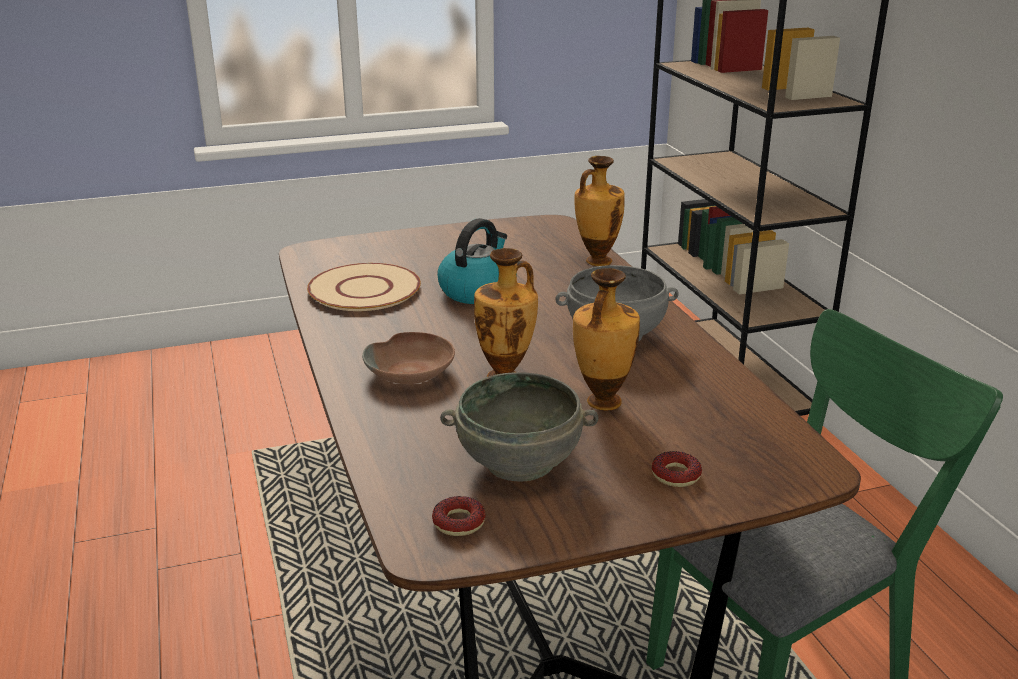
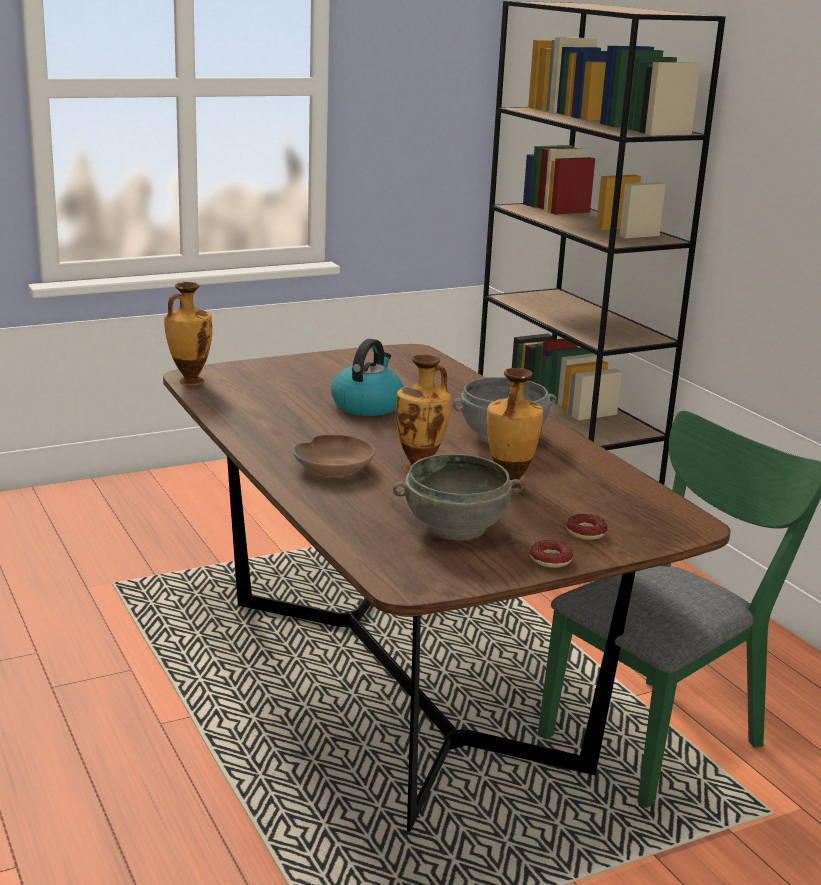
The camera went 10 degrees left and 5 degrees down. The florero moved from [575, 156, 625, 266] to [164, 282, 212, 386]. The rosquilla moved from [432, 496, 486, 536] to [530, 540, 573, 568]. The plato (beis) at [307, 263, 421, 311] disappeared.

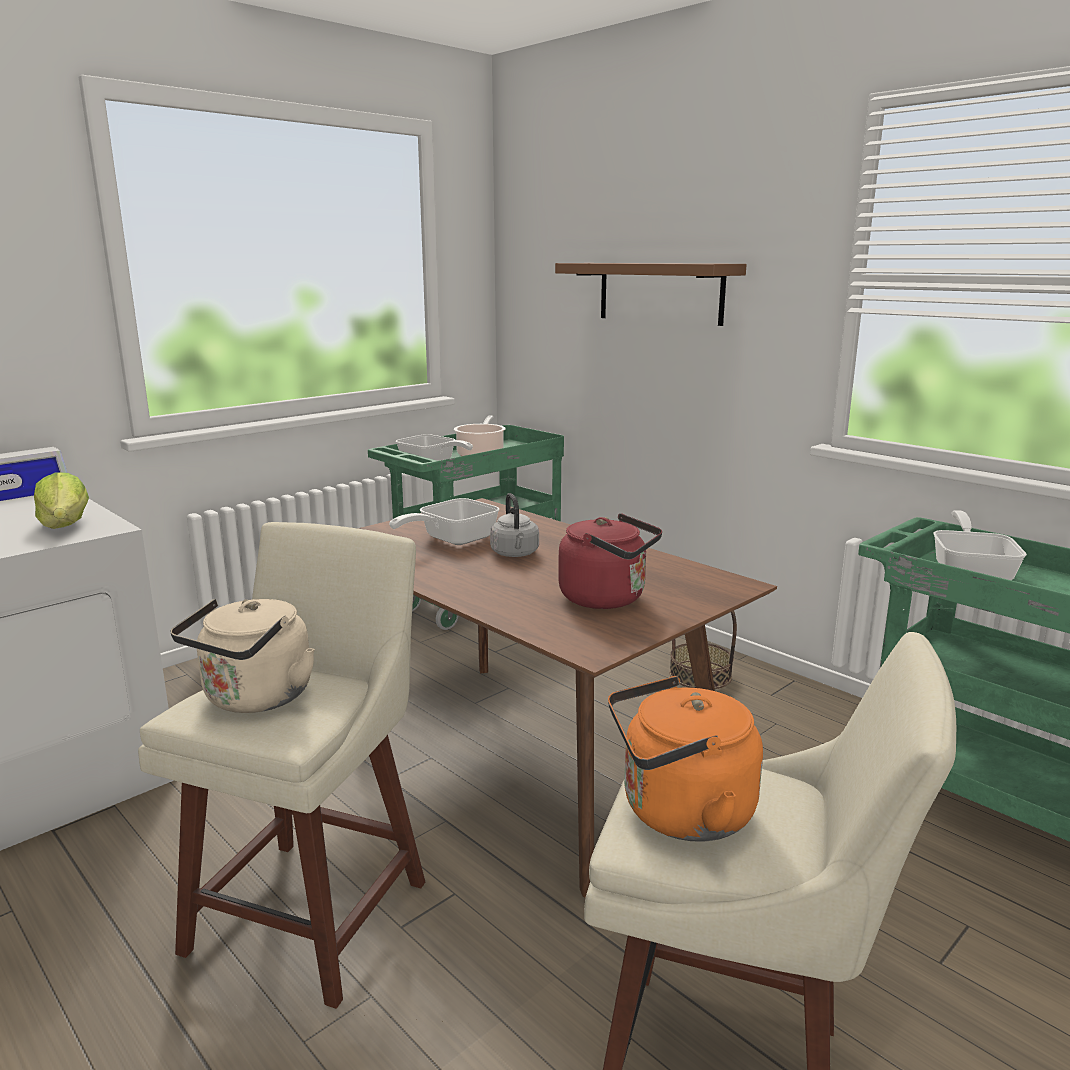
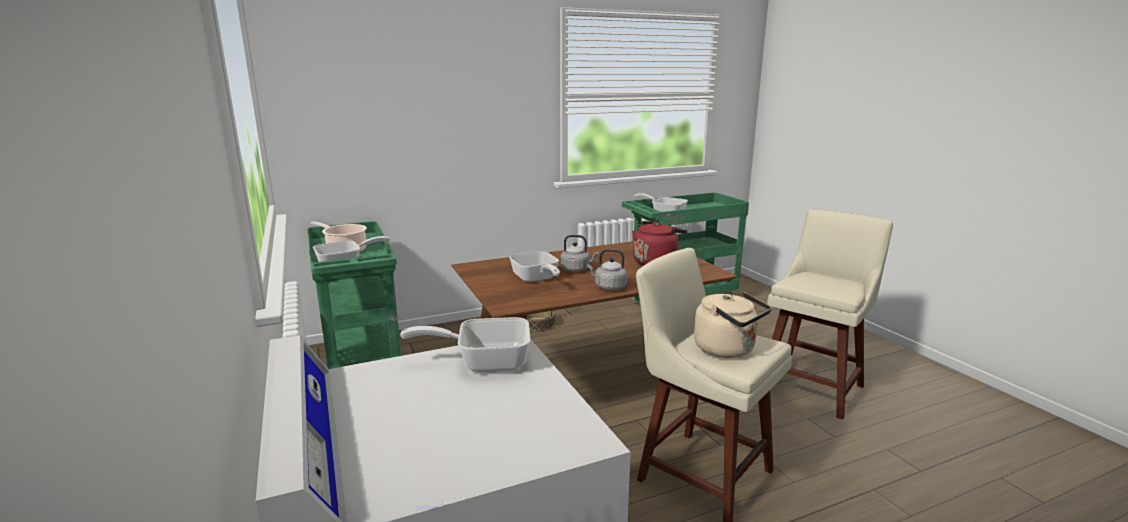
The camera went 70 degrees left and 0 degrees up. The lechuga at [34, 472, 89, 529] was replaced by the sartén at [400, 317, 531, 372]. The hervidor (gris) at [587, 249, 627, 290] appeared. The estante (marrón) at [555, 263, 747, 326] disappeared. The hervidor (naranja) at [608, 676, 763, 842] disappeared.

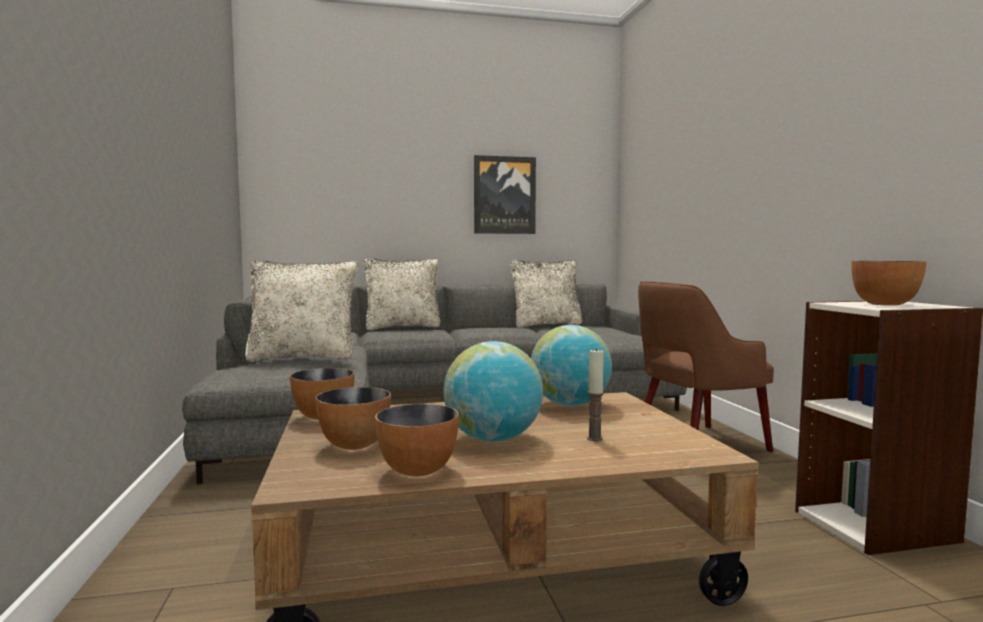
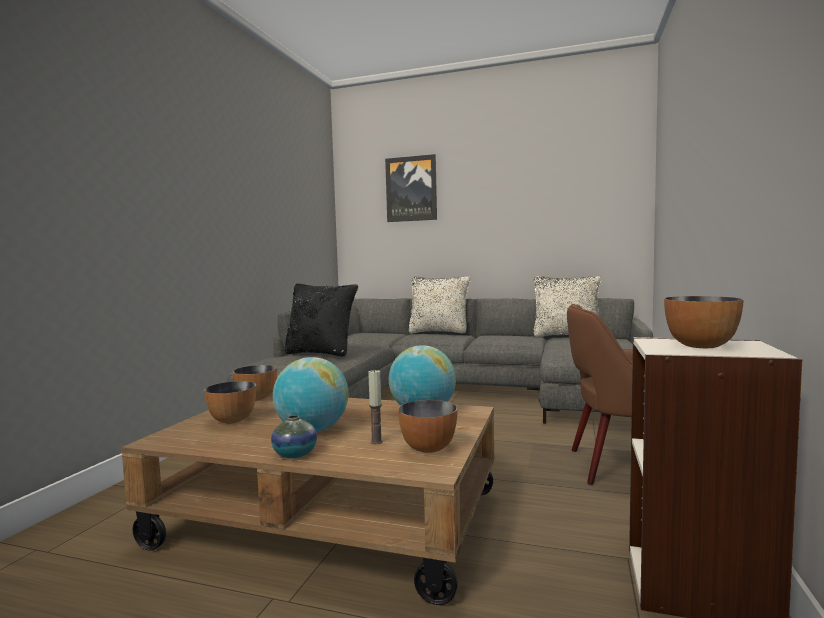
The camera went 30 degrees right and 0 degrees up. The florero at [271, 415, 317, 458] appeared. The cojín (beis) at [246, 260, 358, 362] became the cojín (negro) at [284, 284, 358, 357]. The cuadro moved from [474, 155, 536, 234] to [385, 154, 437, 222]. The cuenco moved from [375, 404, 459, 477] to [398, 400, 458, 453].

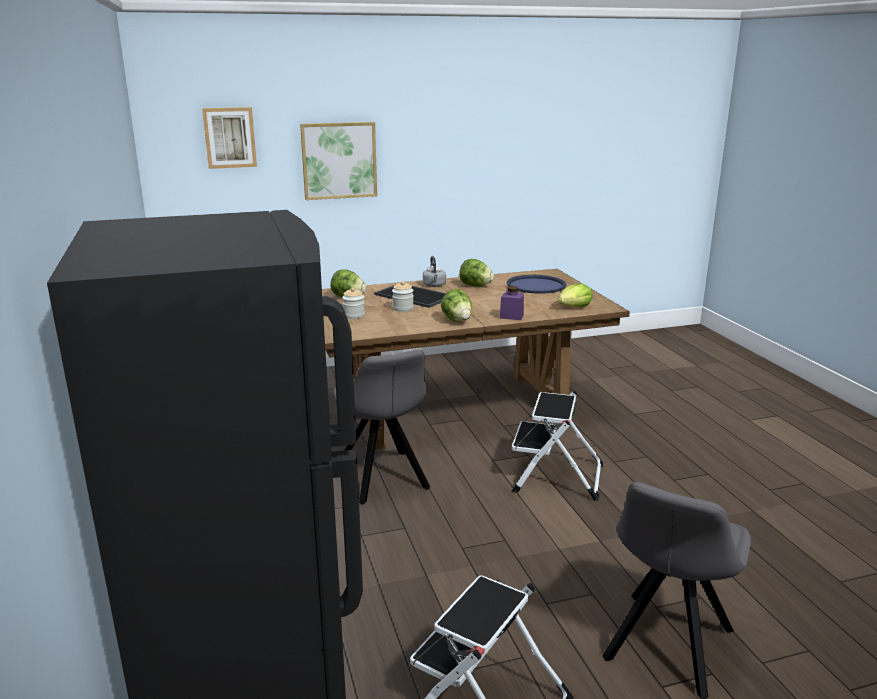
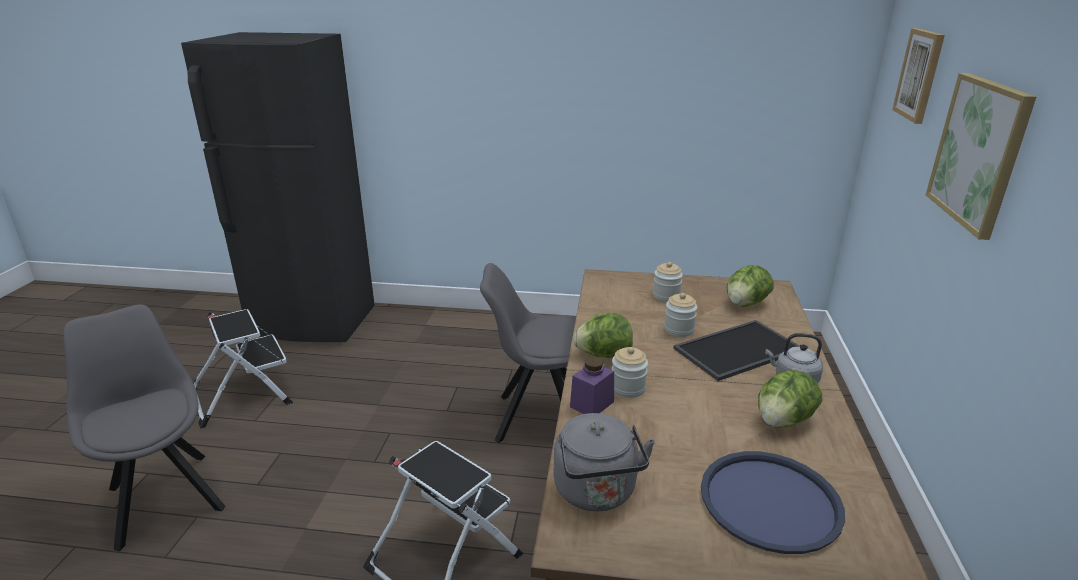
The camera went 115 degrees right and 5 degrees up. The lechuga at [558, 284, 593, 307] was replaced by the hervidor (gris) at [554, 413, 655, 512]. The tarro at [612, 347, 648, 398] appeared.

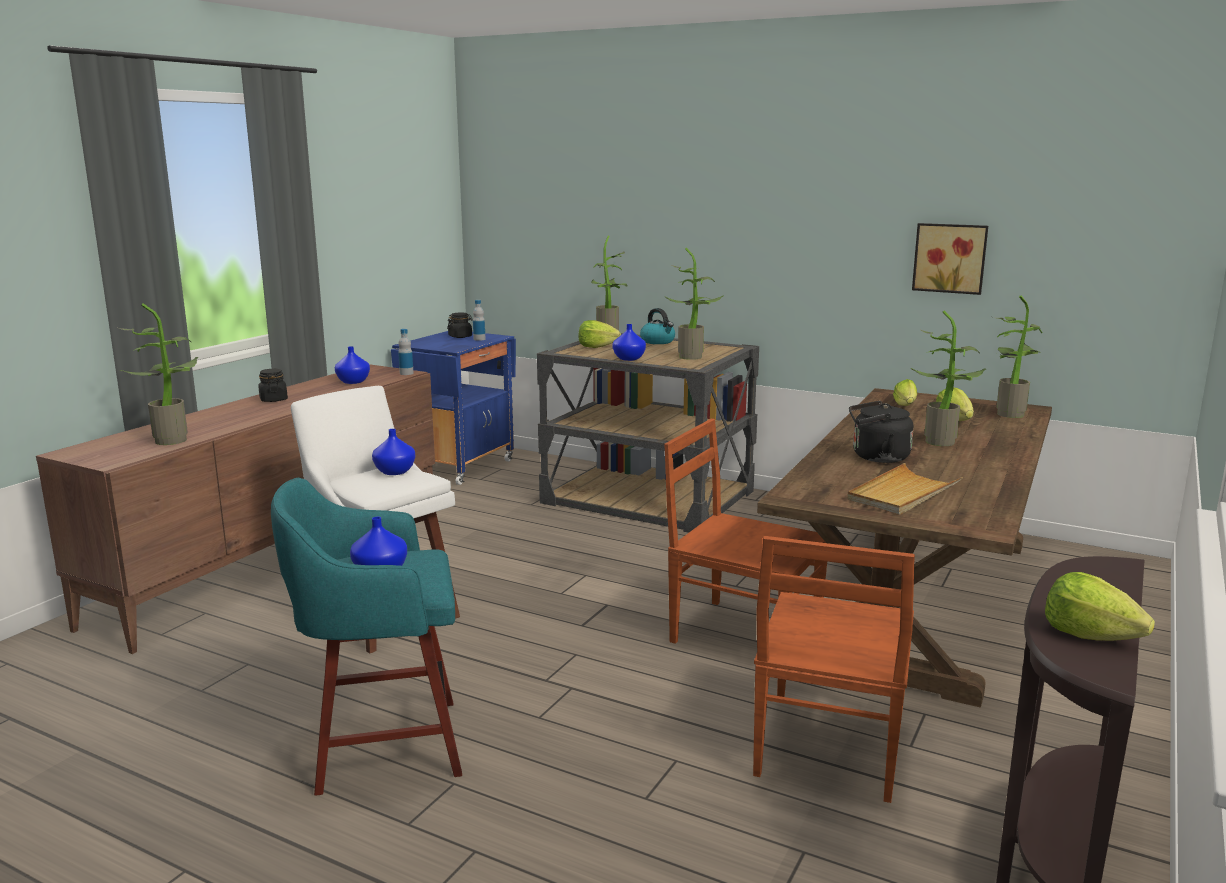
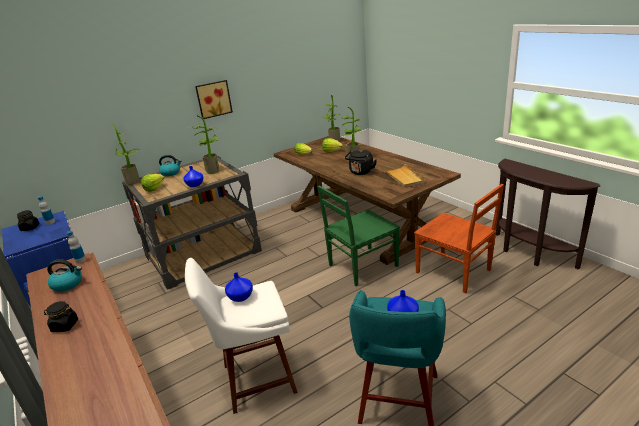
The camera went 60 degrees left and 10 degrees up. The florero (azul) at [335, 346, 370, 384] was replaced by the hervidor at [47, 259, 82, 292]. The cuadro moved from [912, 223, 988, 295] to [195, 80, 233, 119]. The silla (marrón) at [664, 418, 827, 644] became the silla (verde) at [317, 186, 400, 286]. The planta en maceta at [119, 303, 198, 445] disappeared. The lechuga at [1045, 572, 1155, 641] disappeared.

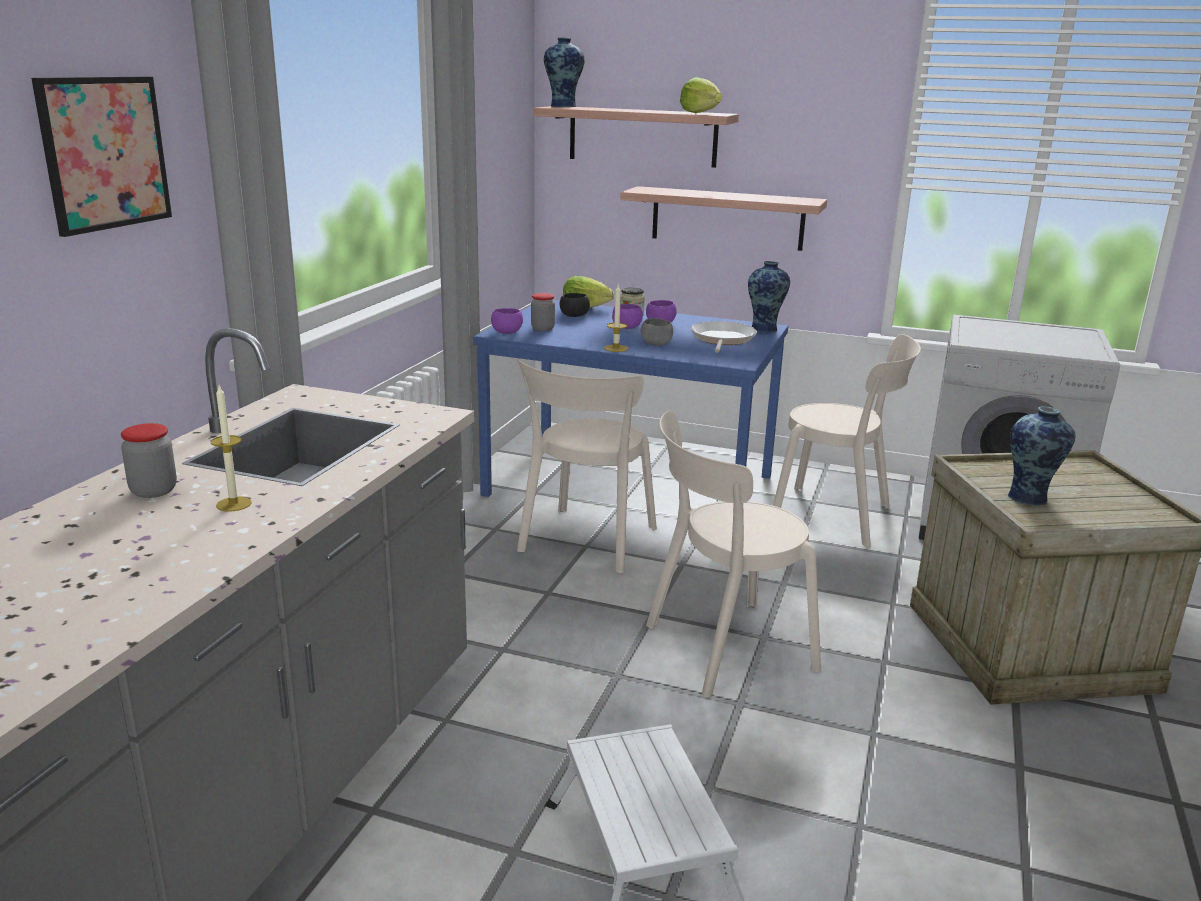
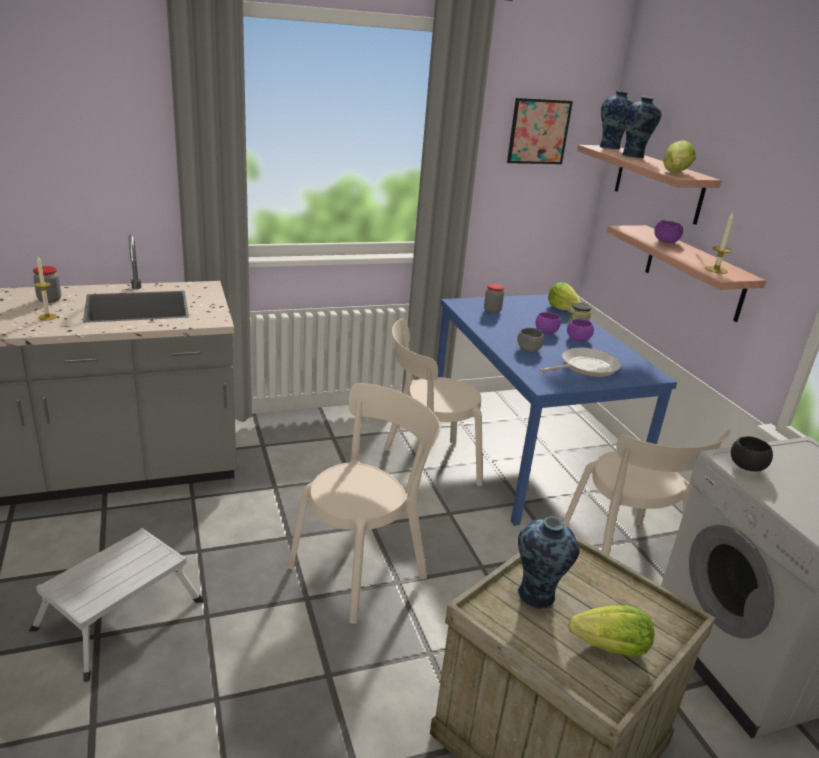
The camera went 50 degrees right and 5 degrees up. The silla (beis) at [646, 411, 821, 698] turned 105 degrees clockwise. The cuadro moved from [31, 77, 172, 237] to [507, 98, 573, 164]. The lechuga at [568, 605, 654, 658] appeared. The florero moved from [748, 261, 790, 333] to [622, 96, 661, 158]. The cuenco (morado) moved from [491, 308, 523, 334] to [654, 220, 683, 243]. The vela moved from [604, 285, 628, 352] to [705, 212, 734, 274]. The cuenco (negro) moved from [559, 293, 590, 317] to [731, 436, 773, 472].

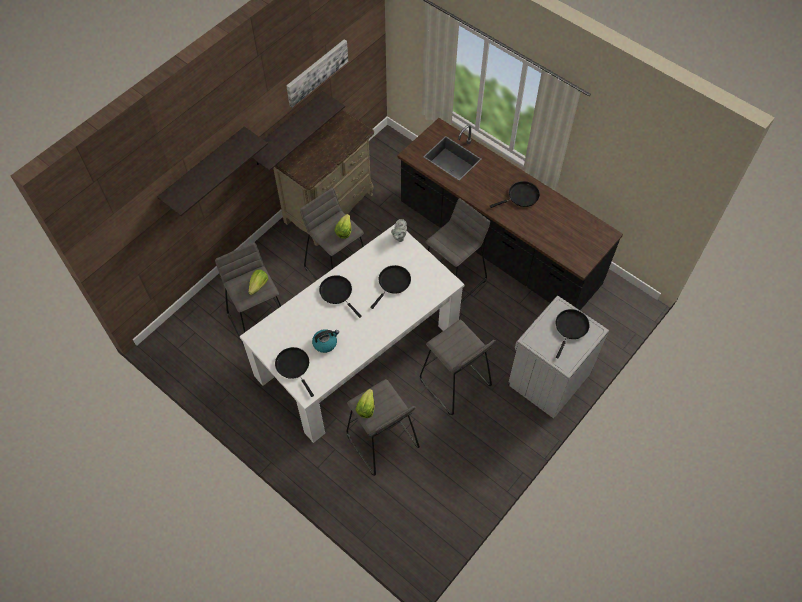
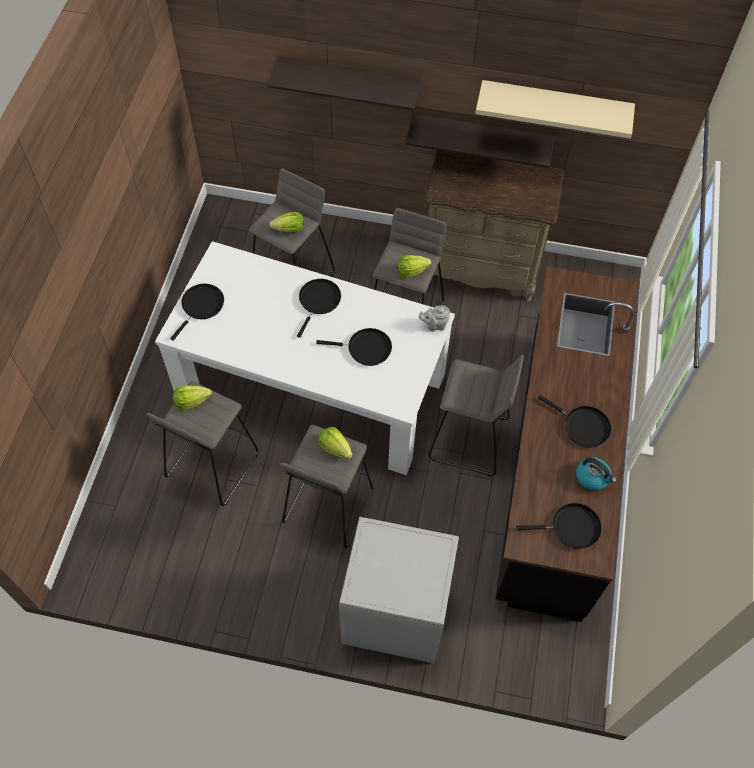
The camera went 60 degrees right and 0 degrees up. The lechuga at [319, 427, 353, 459] appeared. The cuadro at [286, 39, 348, 107] was replaced by the estante (beis) at [475, 80, 635, 139]. The sartén (negro) moved from [556, 309, 590, 359] to [516, 503, 602, 549]. The hervidor moved from [312, 329, 339, 353] to [576, 457, 617, 491].

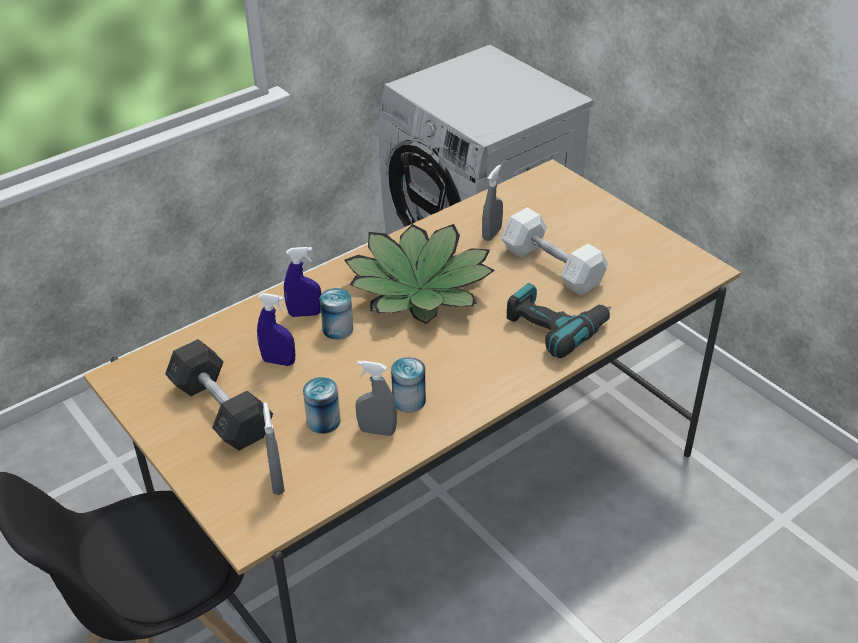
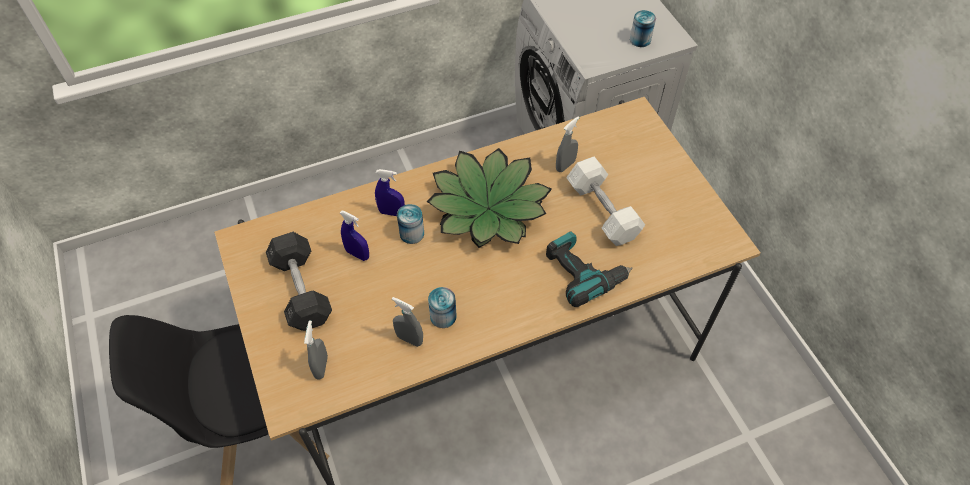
The camera went 15 degrees right and 15 degrees up. The lata moved from [303, 377, 341, 434] to [630, 10, 656, 47].

